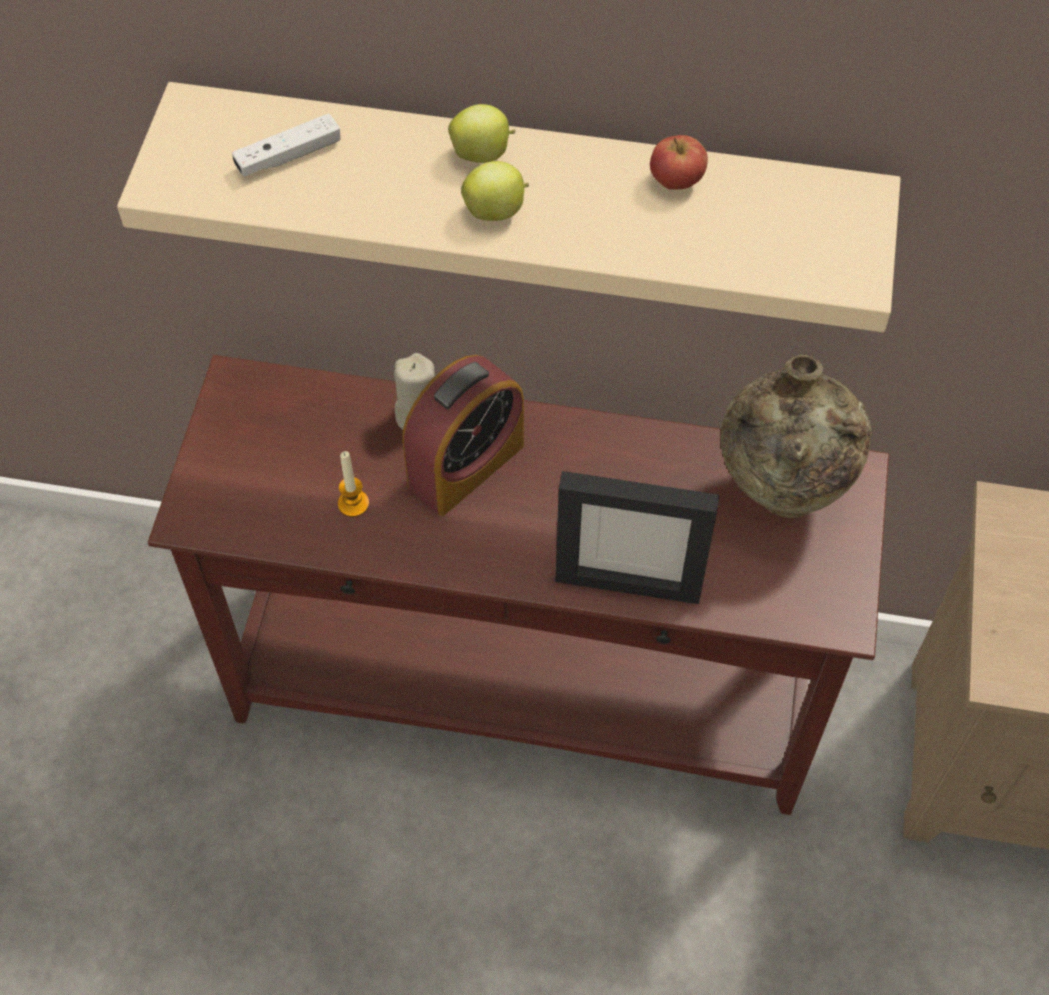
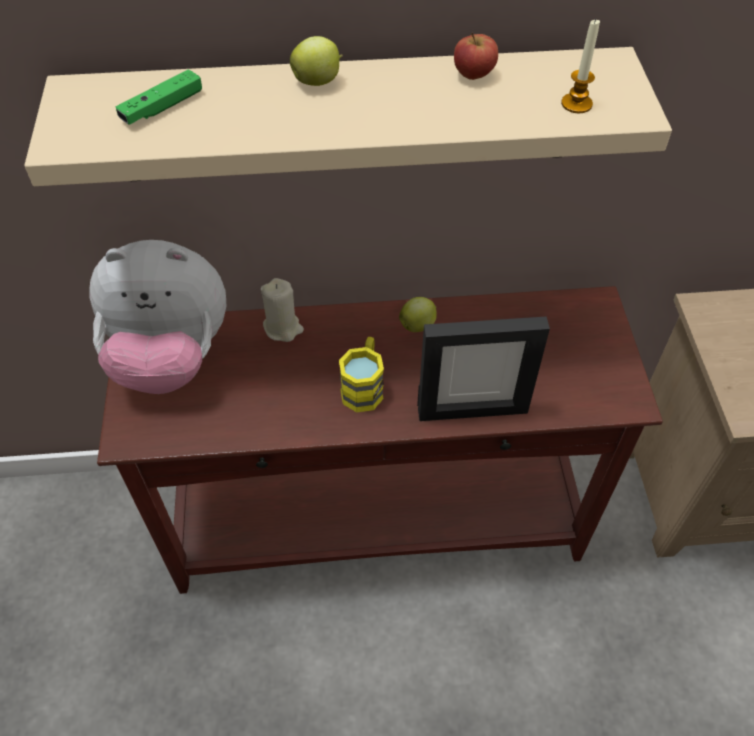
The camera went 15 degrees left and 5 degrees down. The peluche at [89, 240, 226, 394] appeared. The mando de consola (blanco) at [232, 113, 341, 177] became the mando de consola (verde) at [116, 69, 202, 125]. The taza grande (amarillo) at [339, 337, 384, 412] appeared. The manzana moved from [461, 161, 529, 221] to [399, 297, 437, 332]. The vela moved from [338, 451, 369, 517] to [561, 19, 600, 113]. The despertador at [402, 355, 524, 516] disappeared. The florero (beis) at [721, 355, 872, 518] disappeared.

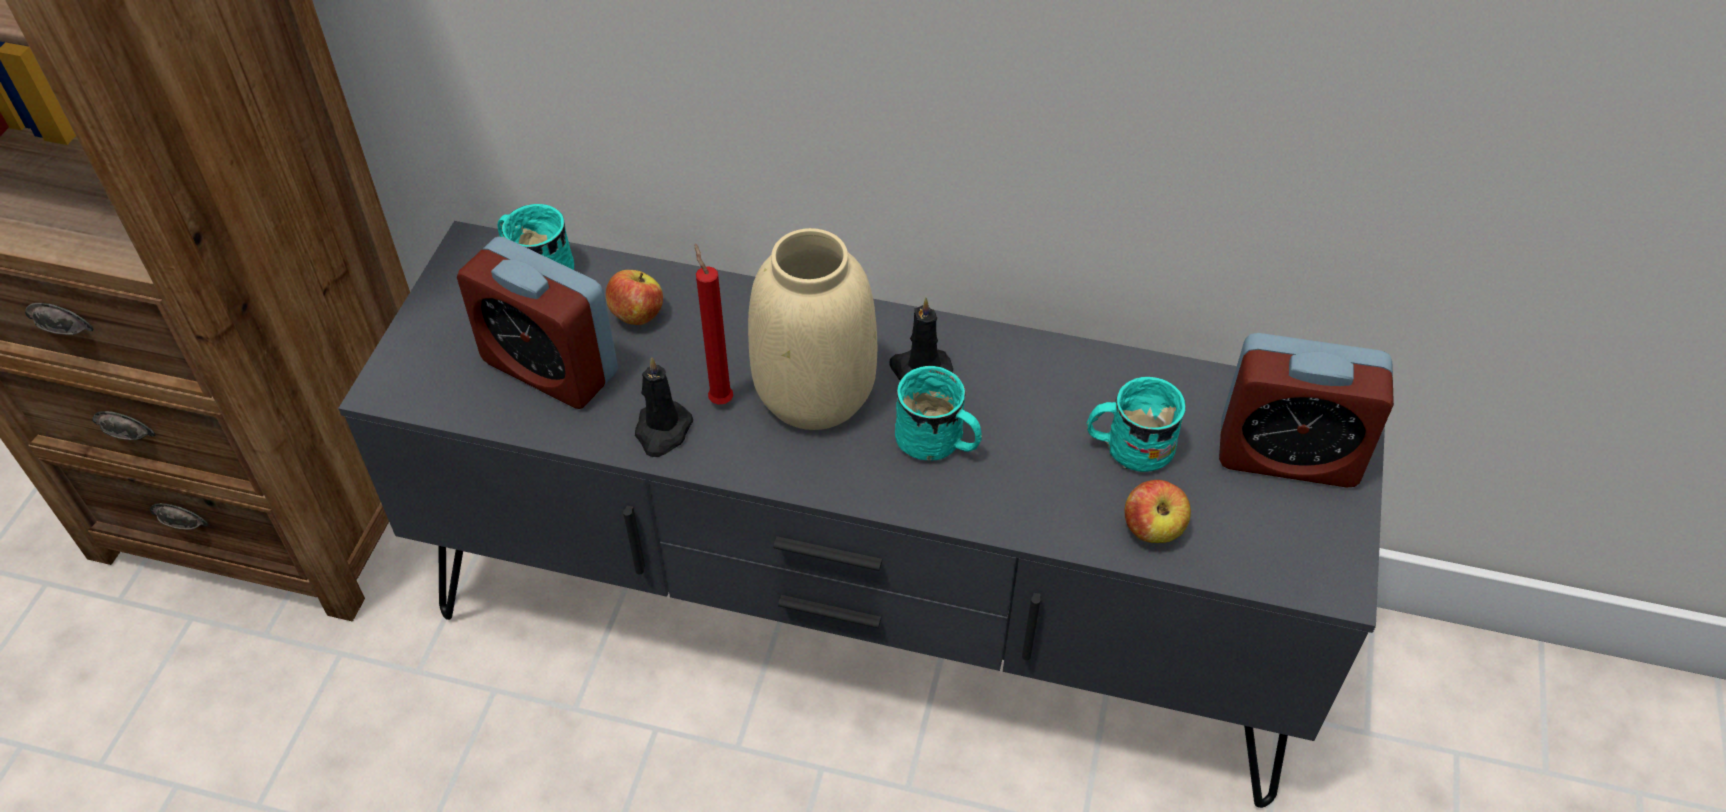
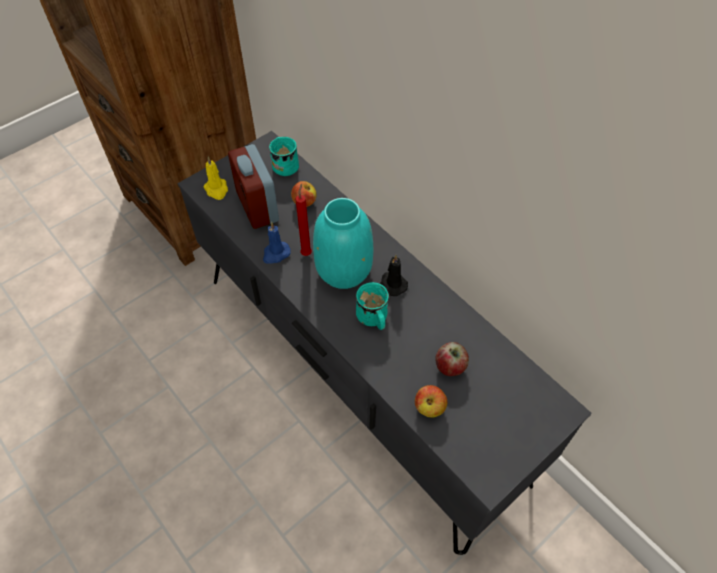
The camera went 35 degrees right and 5 degrees up. The vela (amarillo) at [203, 156, 228, 200] appeared. The vela (negro) at [635, 357, 693, 457] became the vela (azul) at [263, 222, 291, 264]. The florero (beis) at [748, 228, 877, 430] became the florero (turquesa) at [313, 198, 373, 289]. The taza grande (turquesa) at [1086, 377, 1186, 472] was replaced by the manzana at [435, 342, 469, 376]. The despertador at [1219, 333, 1394, 488] disappeared.

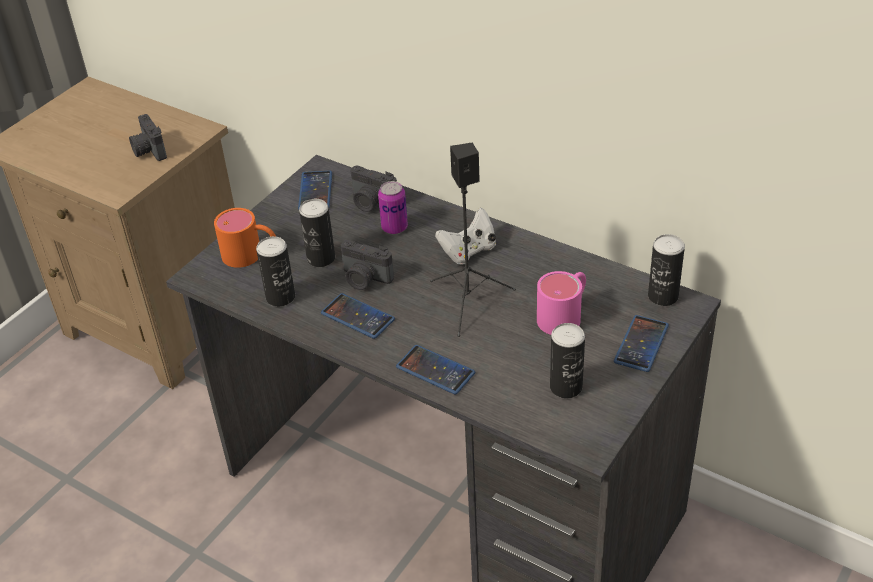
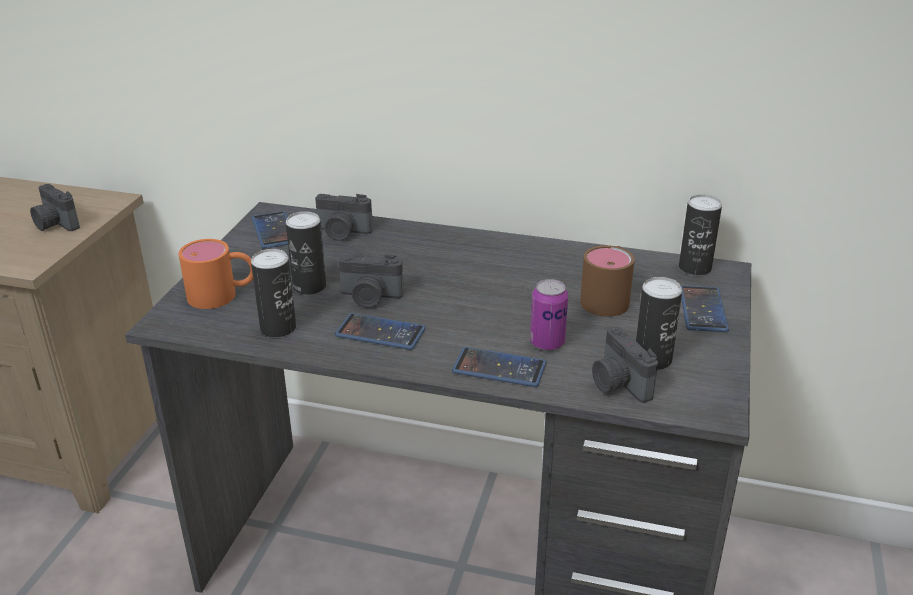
The camera went 20 degrees left and 10 degrees down. The lata moved from [378, 181, 408, 234] to [530, 279, 568, 351]. The taza grande (rosa) at [537, 271, 586, 335] became the taza grande (marrón) at [580, 245, 635, 317]. The cámara at [592, 326, 658, 403] appeared. The altavoz (negro) at [430, 143, 516, 337] disappeared. The mando de consola (blanco) at [435, 208, 496, 265] disappeared.

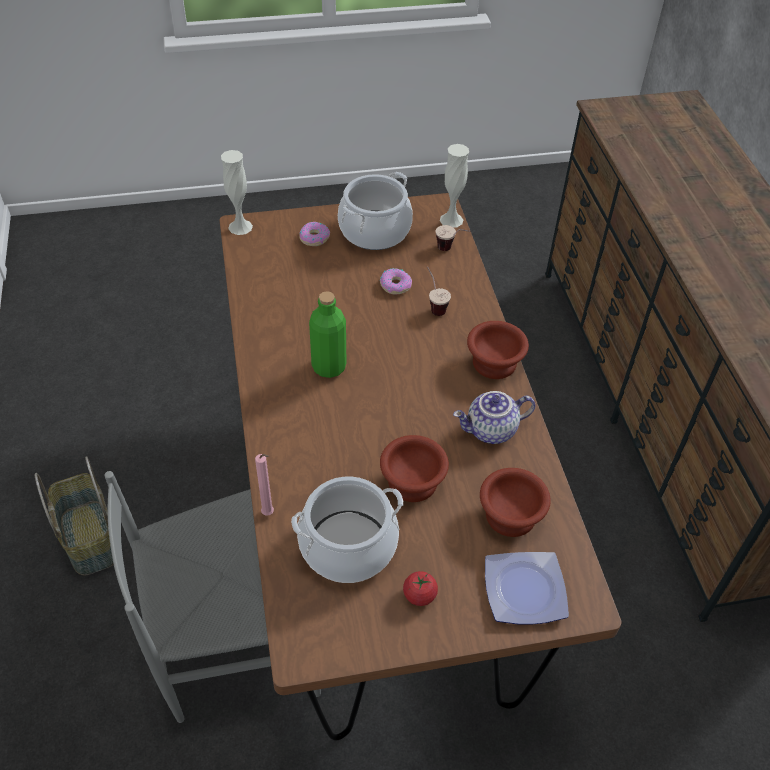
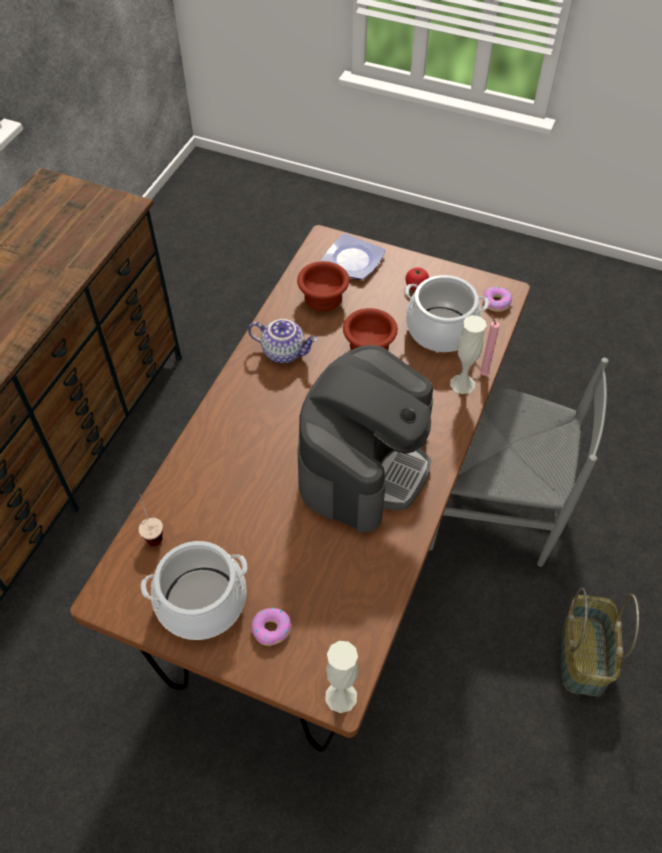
The camera went 145 degrees left and 5 degrees up. The botella (verde) at [309, 291, 346, 378] was replaced by the cafetera at [298, 345, 433, 532]. The florero (blanco) moved from [440, 144, 469, 228] to [450, 315, 487, 394]. The rosquilla moved from [380, 268, 412, 294] to [483, 287, 512, 312]. The taza at [427, 267, 451, 316] disappeared. The cuenco (marrón) at [467, 321, 529, 379] disappeared.

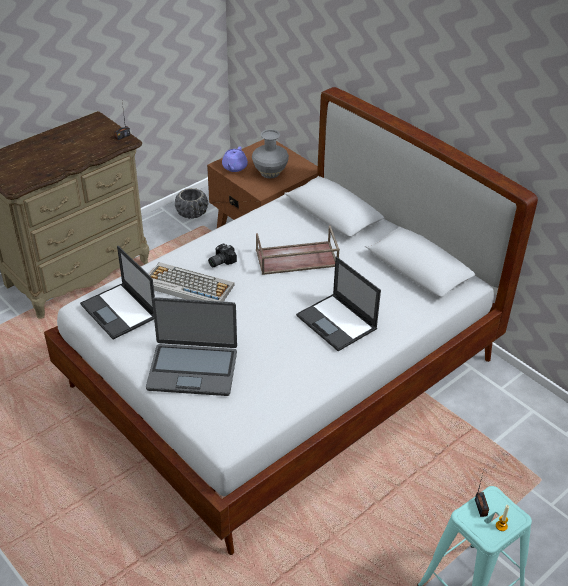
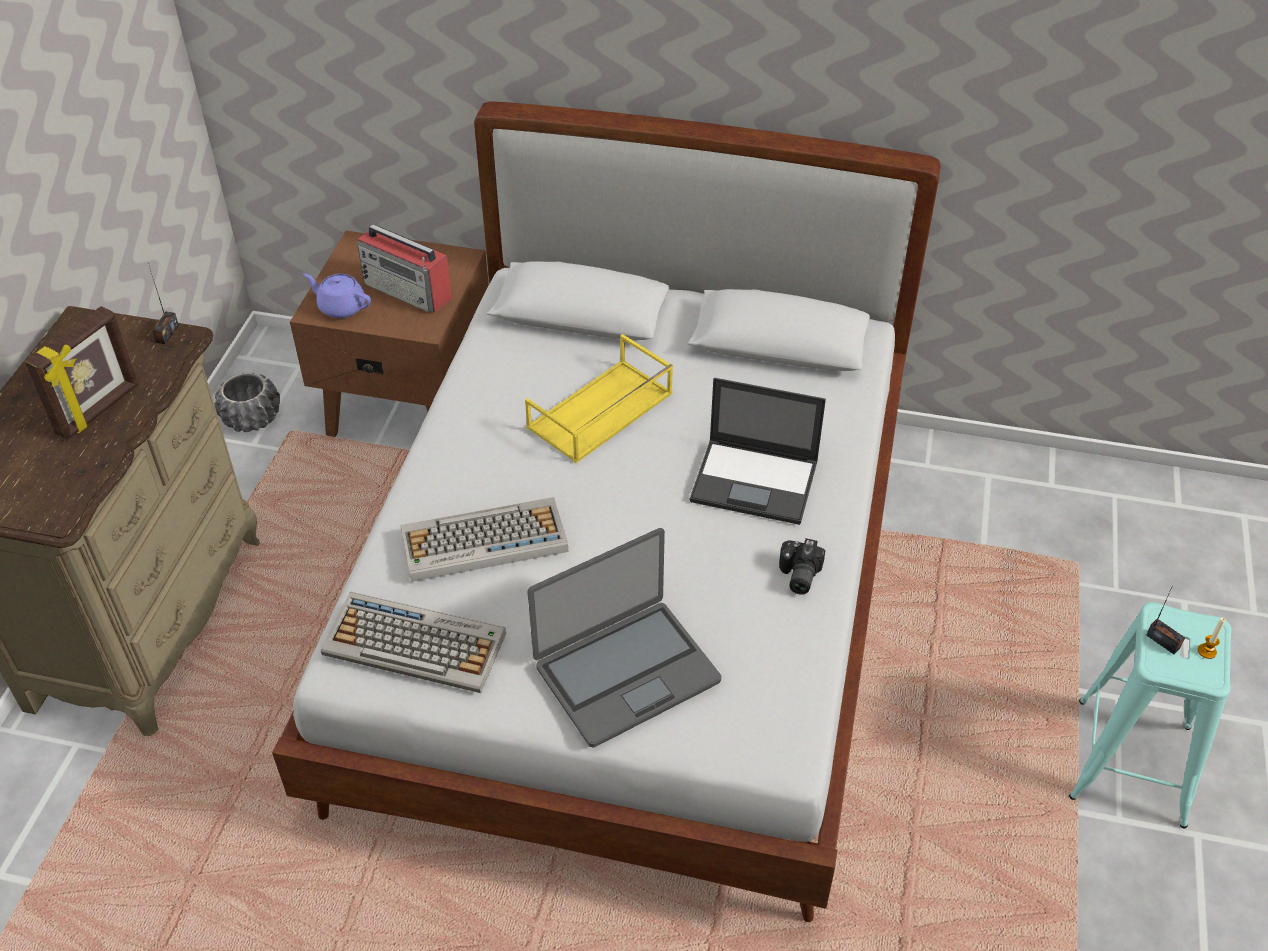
The camera went 35 degrees left and 5 degrees up. The portarretratos at [25, 306, 138, 440] appeared. The tetera (morado) at [222, 146, 248, 172] turned 135 degrees clockwise. The portátil at [80, 246, 155, 339] was replaced by the teclado at [321, 592, 506, 693]. The florero (gris) at [252, 129, 289, 178] was replaced by the radio at [357, 224, 452, 313]. The bandeja (marrón) at [256, 226, 340, 275] became the bandeja (amarillo) at [525, 334, 673, 463]. The cámara moved from [208, 243, 237, 267] to [779, 538, 825, 595].

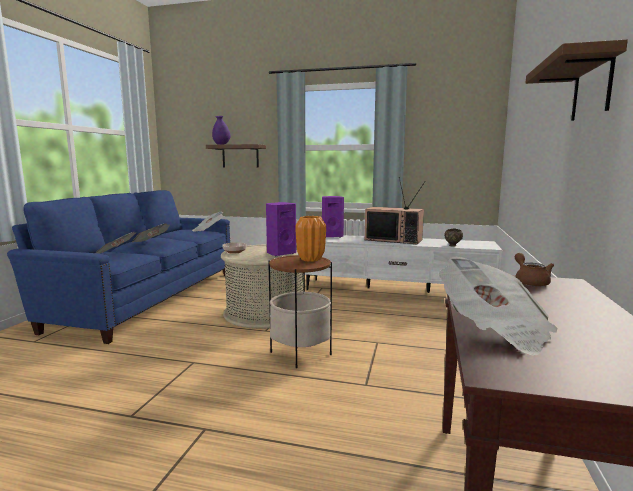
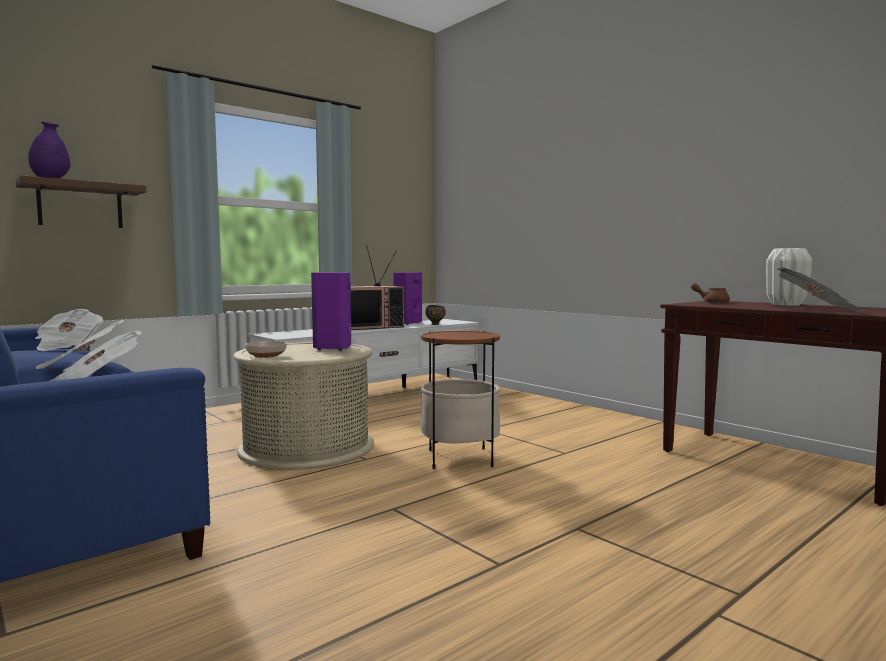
The camera went 55 degrees left and 5 degrees down. The altavoz (morado) moved from [322, 196, 344, 238] to [393, 272, 422, 325]. The florero (blanco) at [766, 248, 812, 306] appeared. The florero (naranja) at [295, 216, 326, 262] disappeared. The estante (marrón) at [526, 40, 628, 121] disappeared.

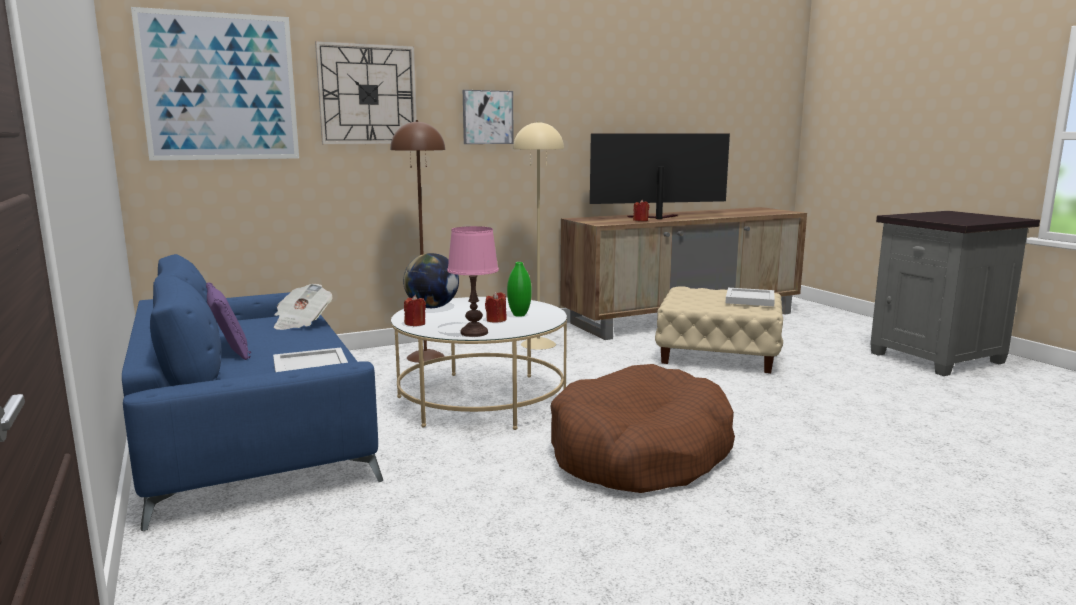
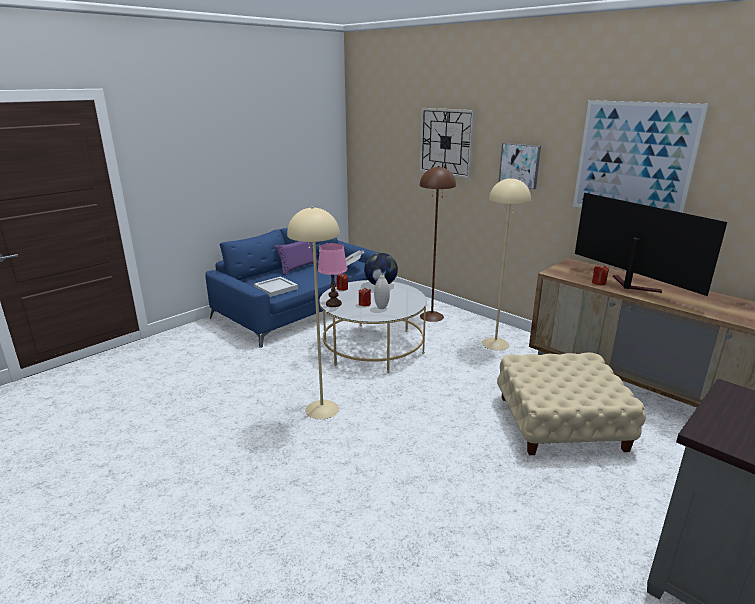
The camera went 70 degrees right and 10 degrees up. The cama para perro (marrón) at [551, 364, 735, 493] was replaced by the lámpara de pie (beis) at [287, 207, 340, 419]. The florero (verde) at [507, 262, 532, 317] became the florero (blanco) at [374, 275, 390, 309]. The cuadro moved from [131, 7, 299, 161] to [573, 100, 708, 213]. The bandeja (blanco) at [725, 288, 775, 306] disappeared.

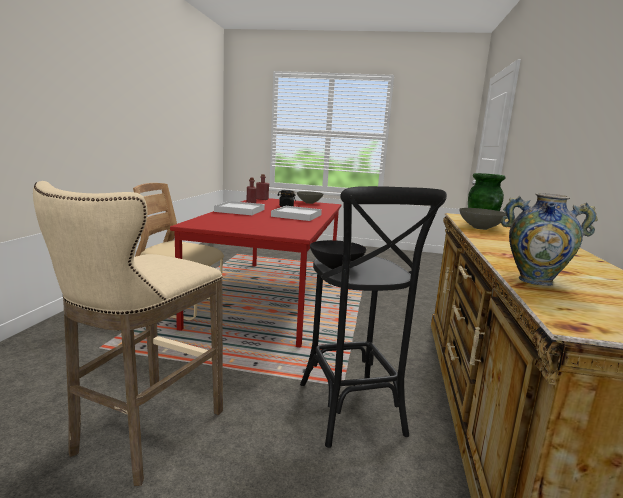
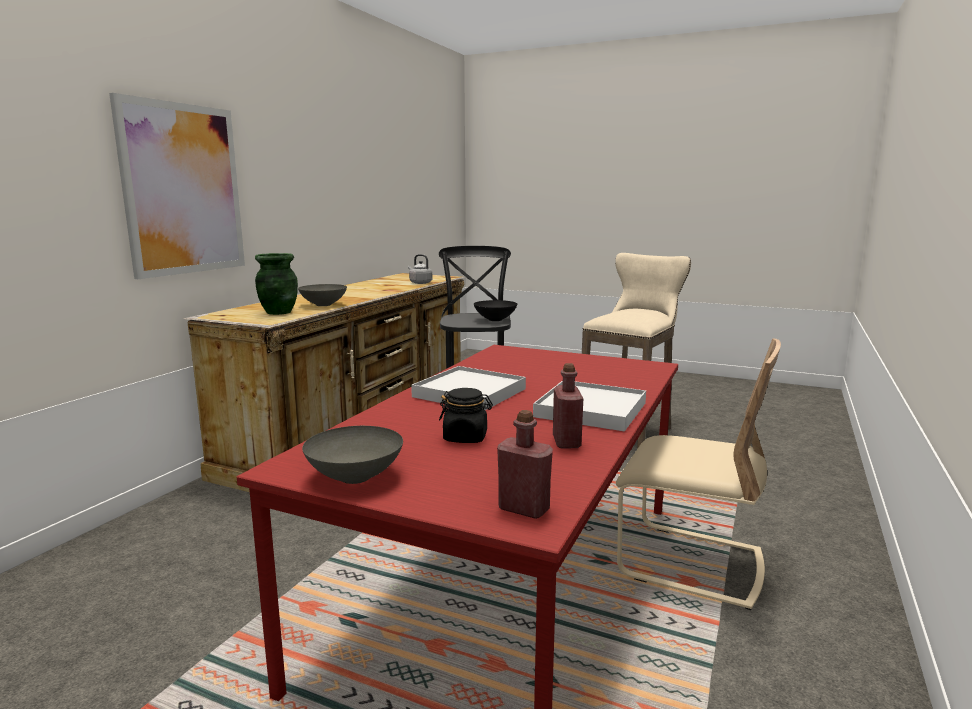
The camera went 165 degrees left and 0 degrees up. The cuadro at [109, 93, 245, 279] appeared. The florero at [501, 193, 598, 286] was replaced by the hervidor (gris) at [408, 254, 432, 284].

